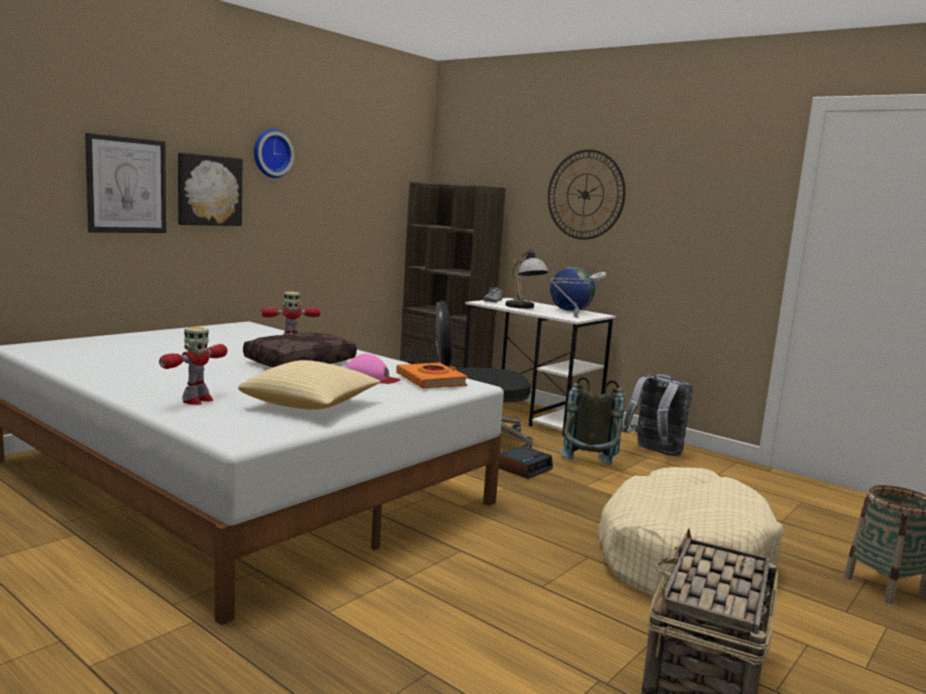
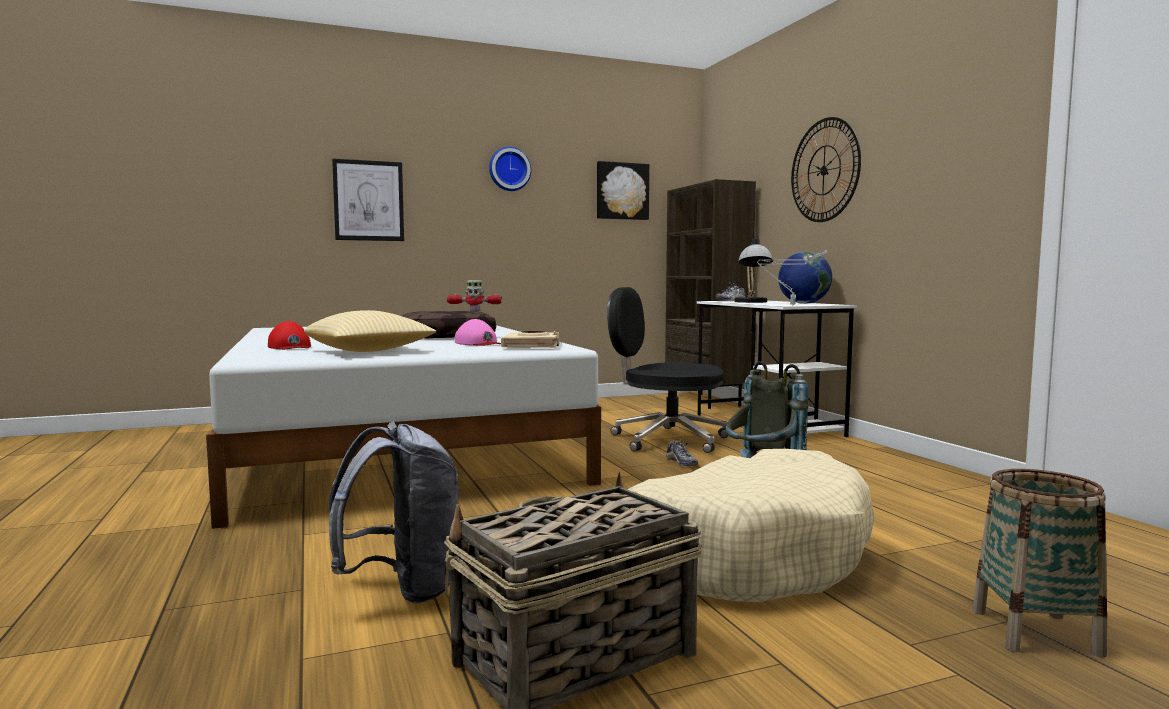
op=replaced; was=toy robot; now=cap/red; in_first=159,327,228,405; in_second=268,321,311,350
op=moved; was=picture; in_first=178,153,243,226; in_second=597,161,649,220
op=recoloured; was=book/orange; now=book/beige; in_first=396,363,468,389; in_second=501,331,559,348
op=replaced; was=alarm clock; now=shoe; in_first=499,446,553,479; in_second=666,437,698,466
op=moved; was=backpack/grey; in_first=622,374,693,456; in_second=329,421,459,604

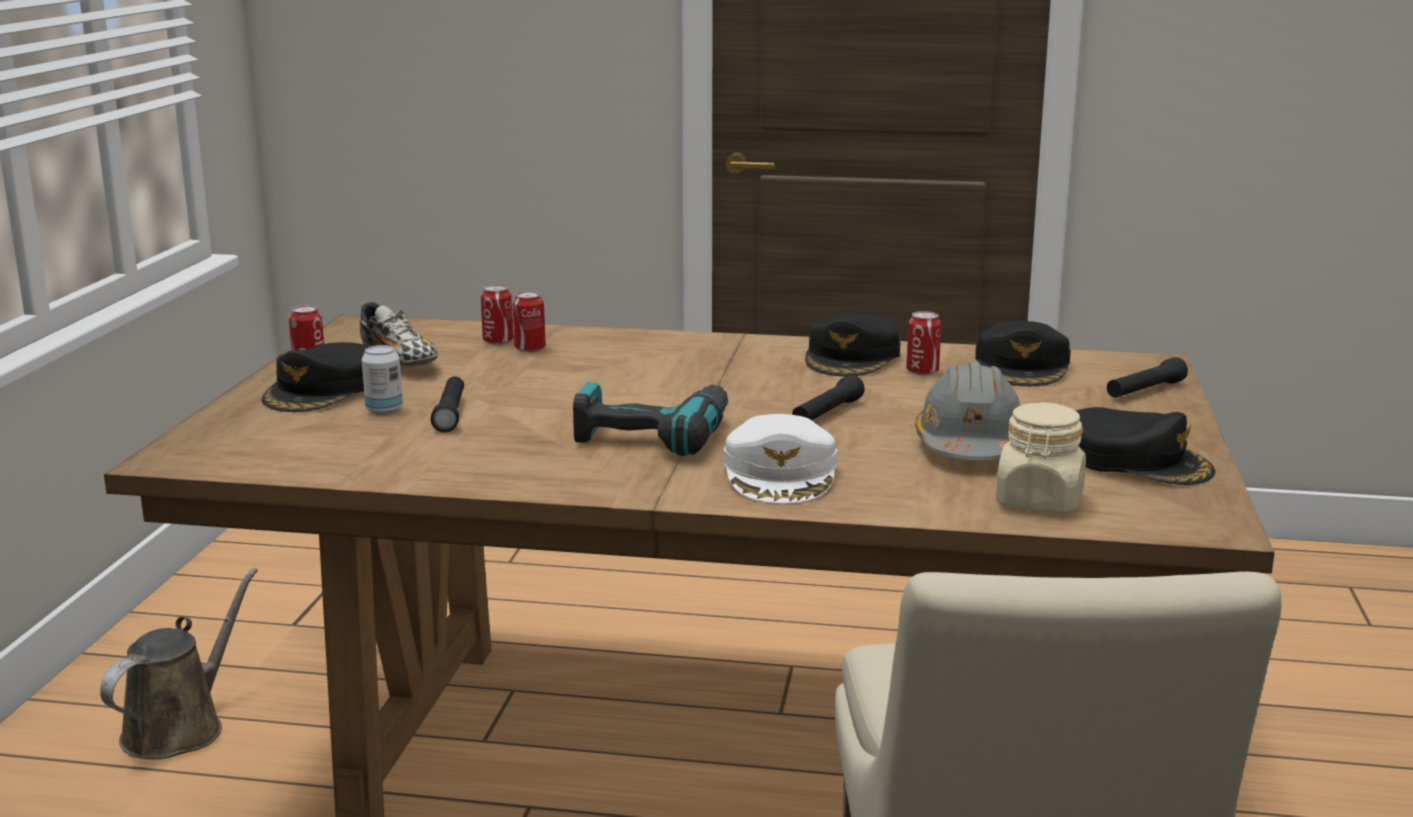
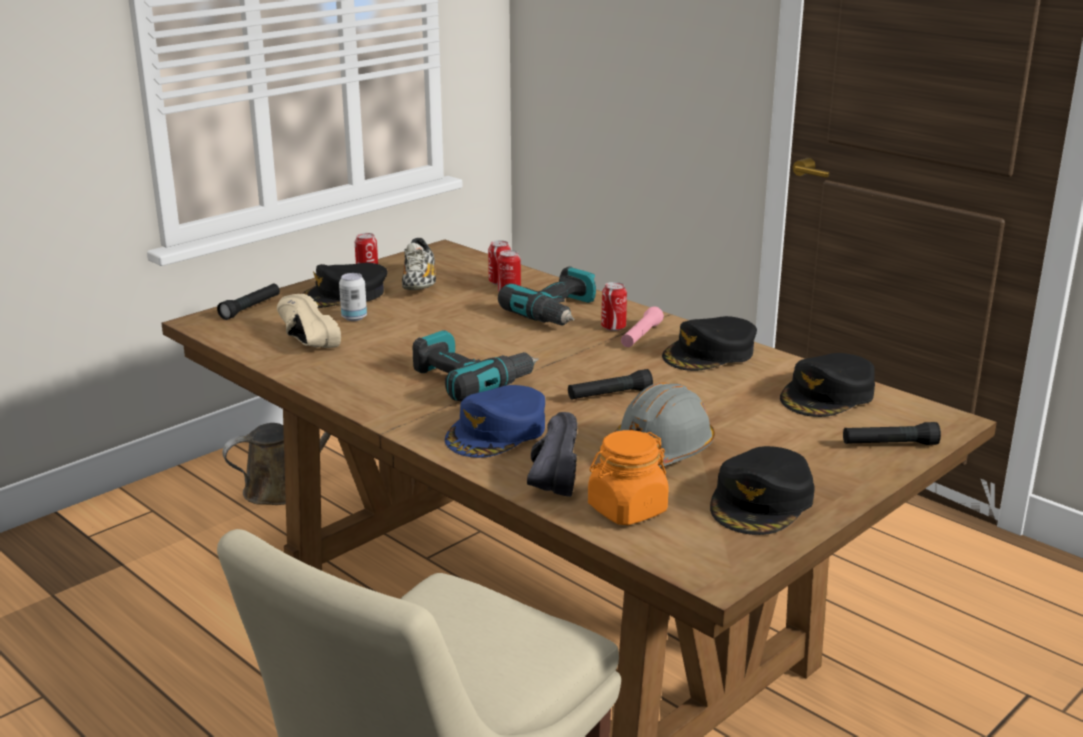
op=moved; was=flashlight/black; in_first=431,377,464,433; in_second=217,283,280,320
op=recoloured; was=cap/white; now=cap/blue; in_first=723,414,837,504; in_second=445,385,545,458
op=moved; was=can; in_first=906,311,941,375; in_second=601,282,627,331
op=recoloured; was=jar/beige; now=jar/orange; in_first=996,402,1086,513; in_second=588,430,669,525
op=turned; was=cap/black; in_first=1076,407,1215,485; in_second=710,446,814,535; clockwise=45
op=added; now=shoe/beige; in_second=277,294,341,348
op=added; now=power drill; in_second=498,266,596,326
op=added; now=shoe/black; in_second=527,412,577,497
op=added; now=flashlight/pink; in_second=621,306,664,347

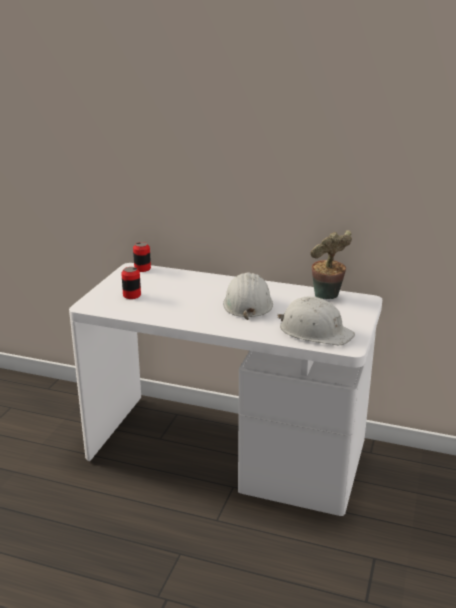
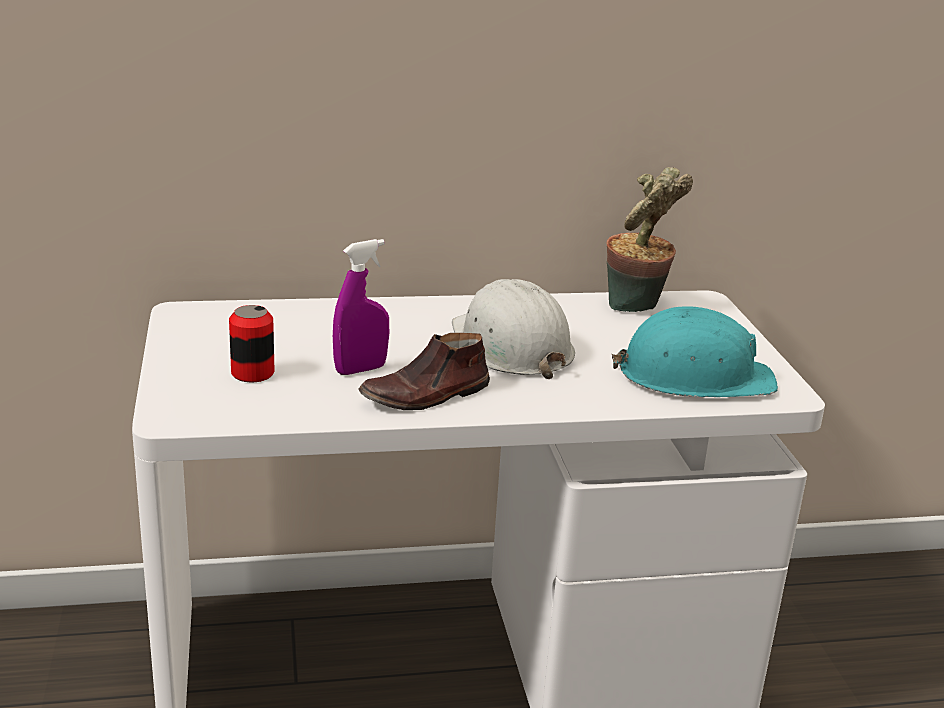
op=removed; was=can; in_first=133,242,151,272
op=recoloured; was=hard hat/white; now=hard hat/turquoise; in_first=278,297,355,345; in_second=612,306,778,397
op=added; now=spray bottle/purple; in_second=333,239,389,375
op=added; now=shoe/brown; in_second=358,333,490,410

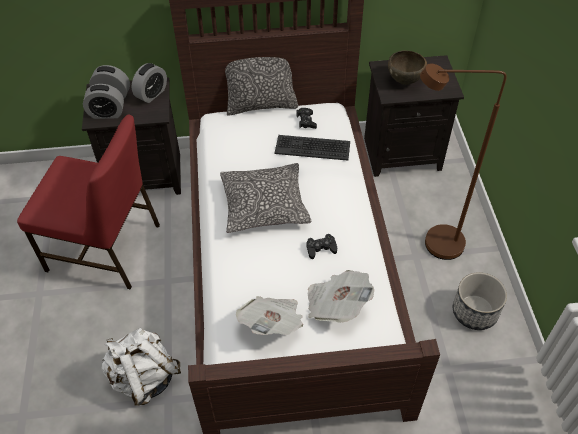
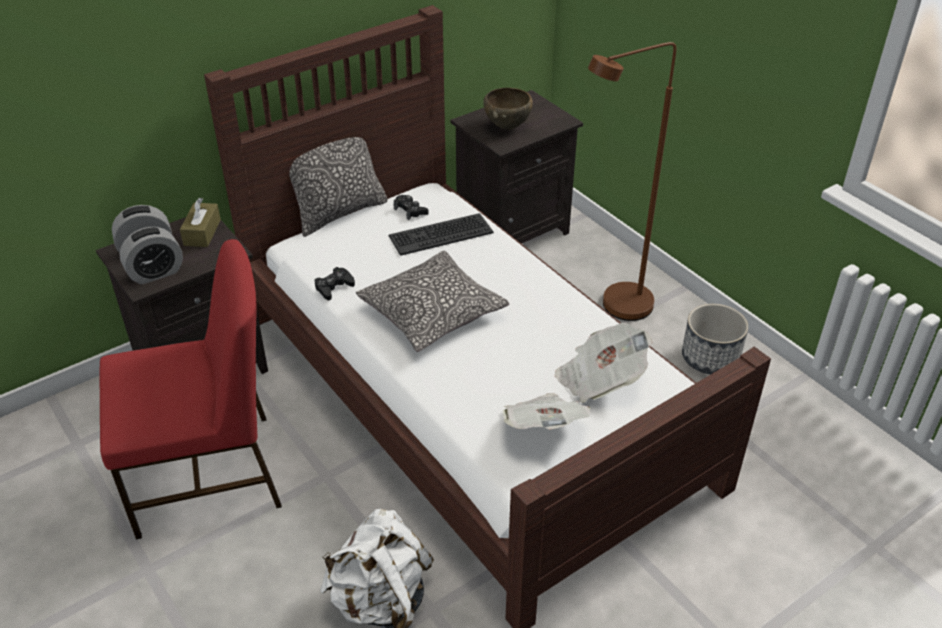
op=replaced; was=alarm clock; now=tissue box/brown; in_first=132,63,167,103; in_second=180,198,221,247
op=moved; was=game controller/black; in_first=306,234,337,259; in_second=314,267,355,300

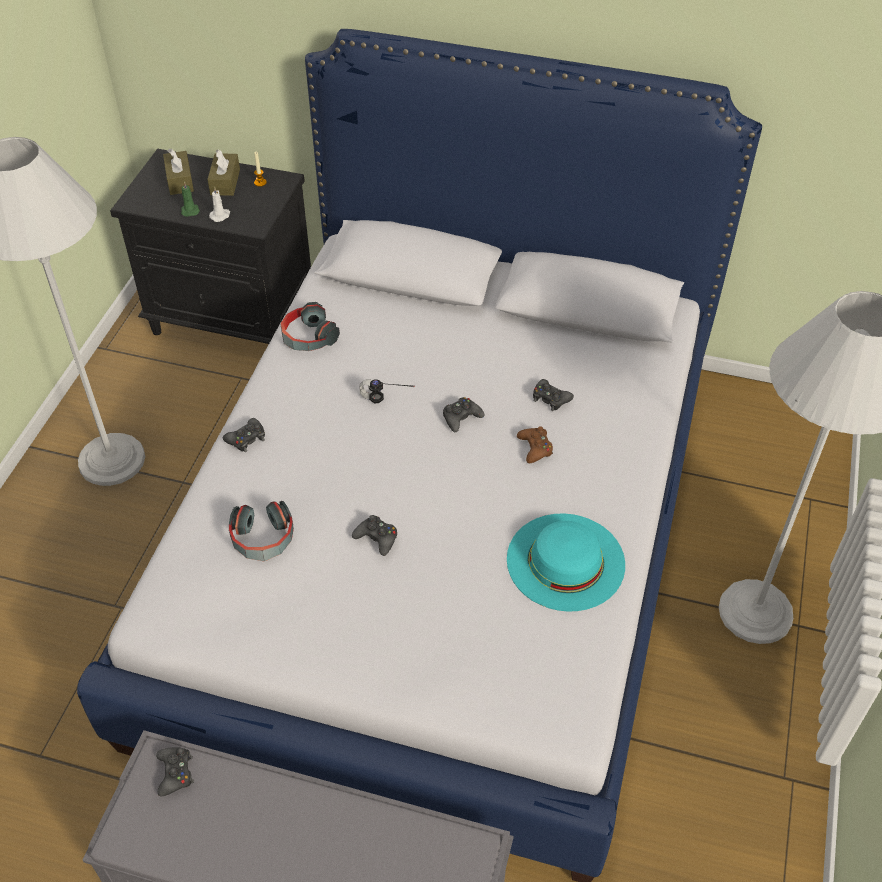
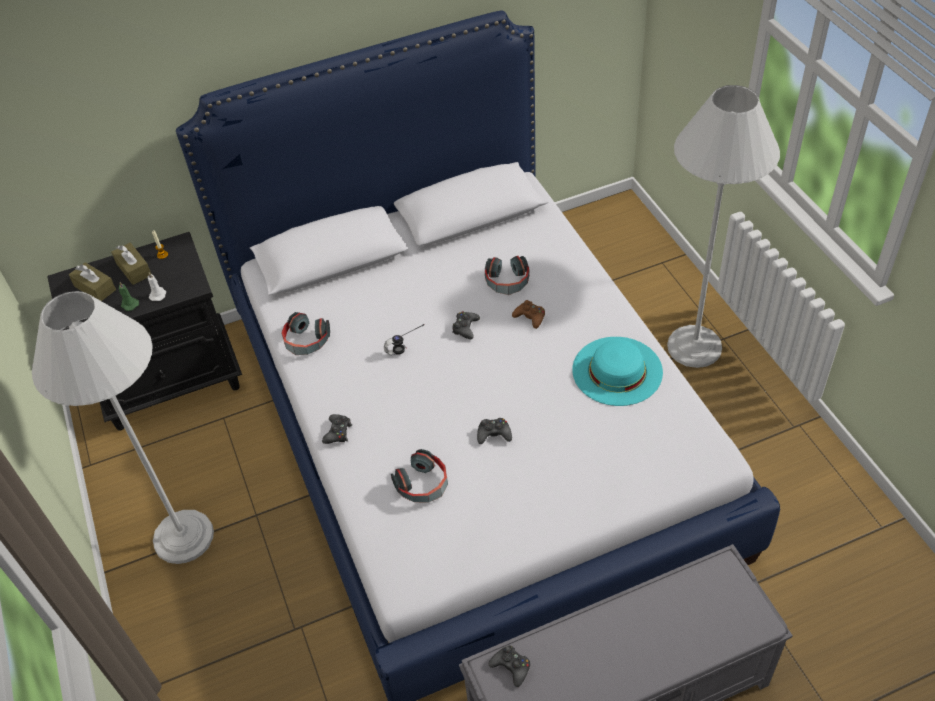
op=replaced; was=game controller/black; now=headphones; in_first=533,379,574,411; in_second=485,256,529,295

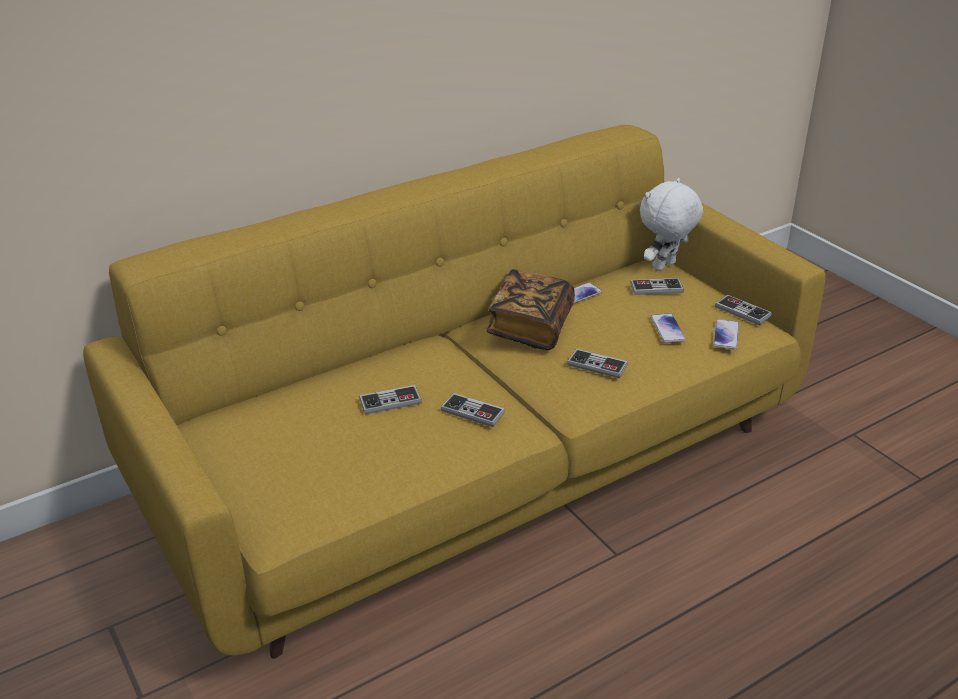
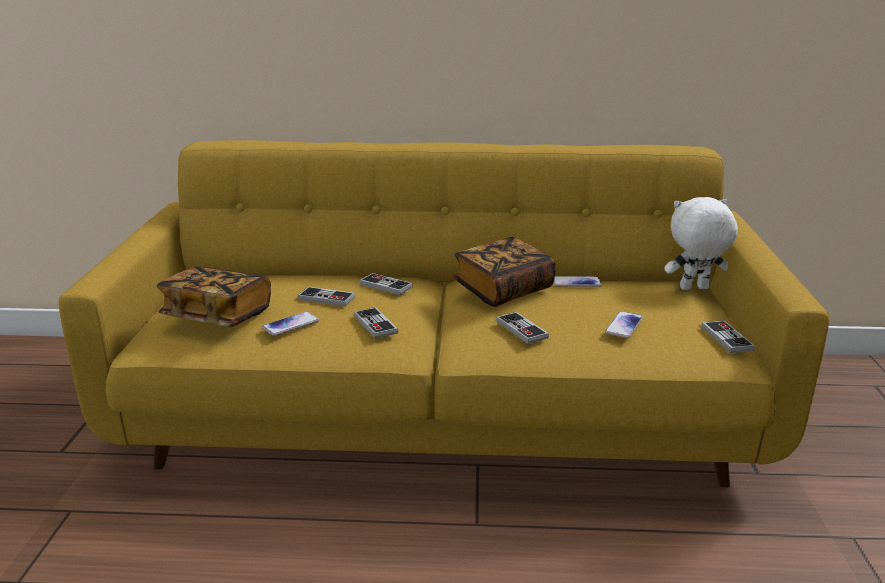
op=moved; was=game controller; in_first=630,278,684,295; in_second=359,273,413,295
op=moved; was=phone; in_first=713,319,739,349; in_second=262,312,319,336
op=added; now=book; in_second=157,266,271,327

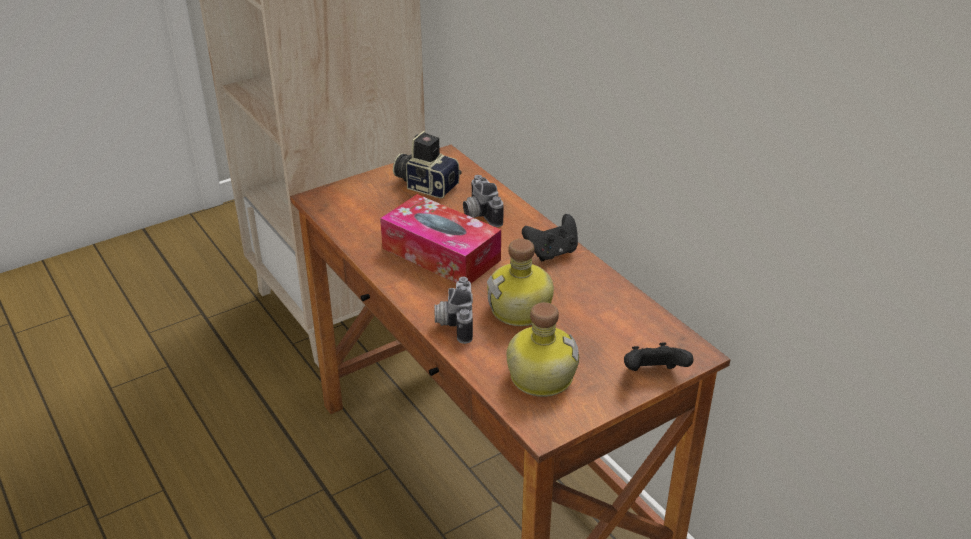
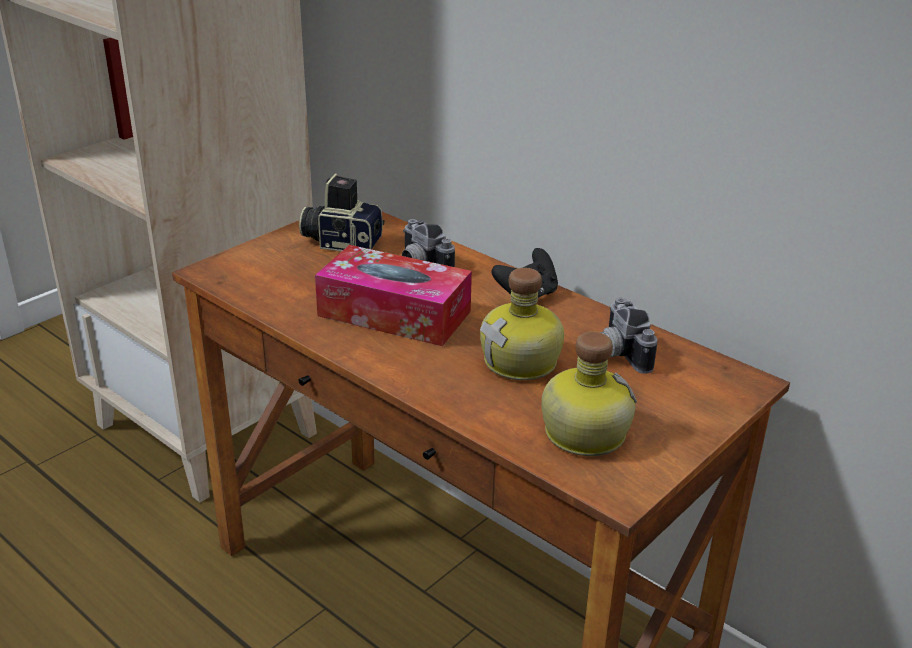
op=moved; was=photo camera; in_first=435,277,473,344; in_second=600,297,657,374
op=removed; was=game controller/black; in_first=624,342,693,371

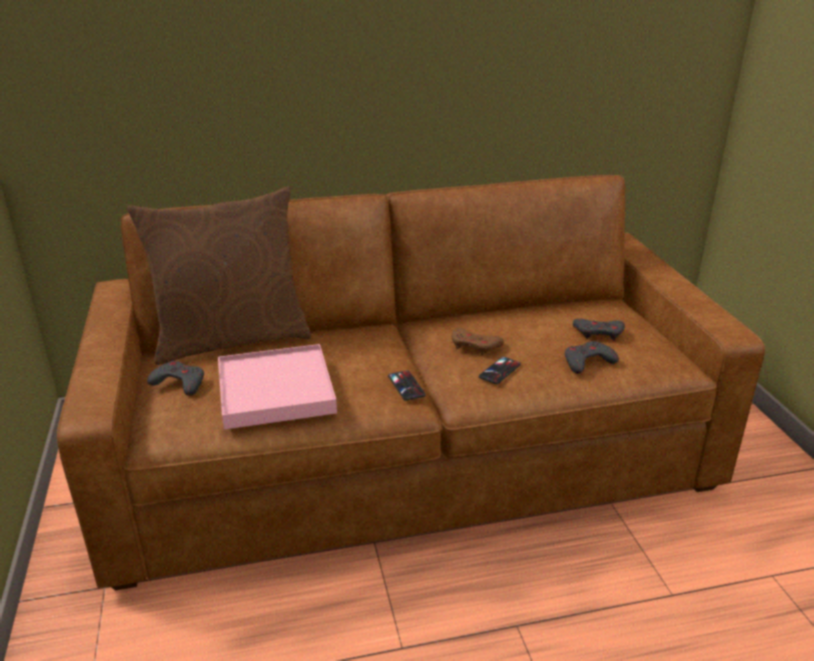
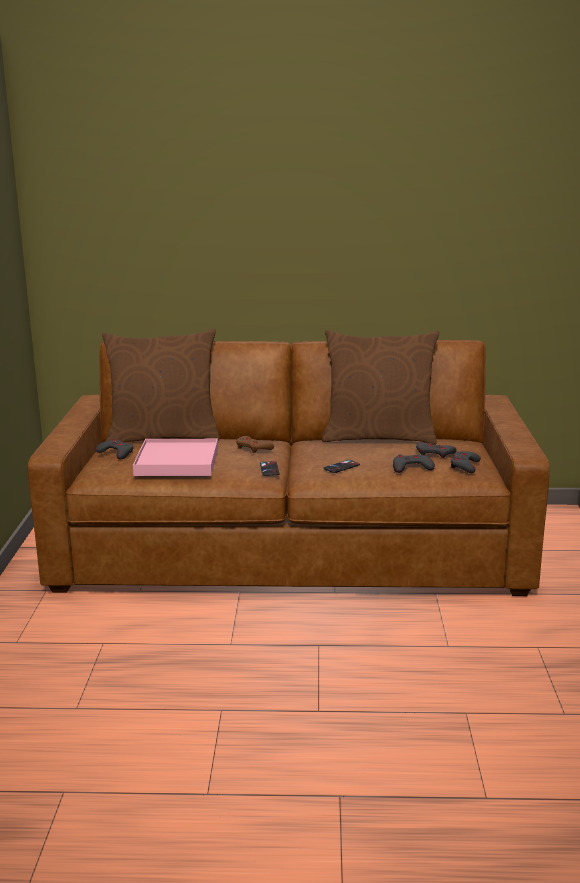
op=moved; was=game controller/brown; in_first=452,328,504,355; in_second=236,436,274,453
op=added; now=pillow/brown; in_second=322,330,439,445
op=added; now=game controller/grey; in_second=451,451,481,473

